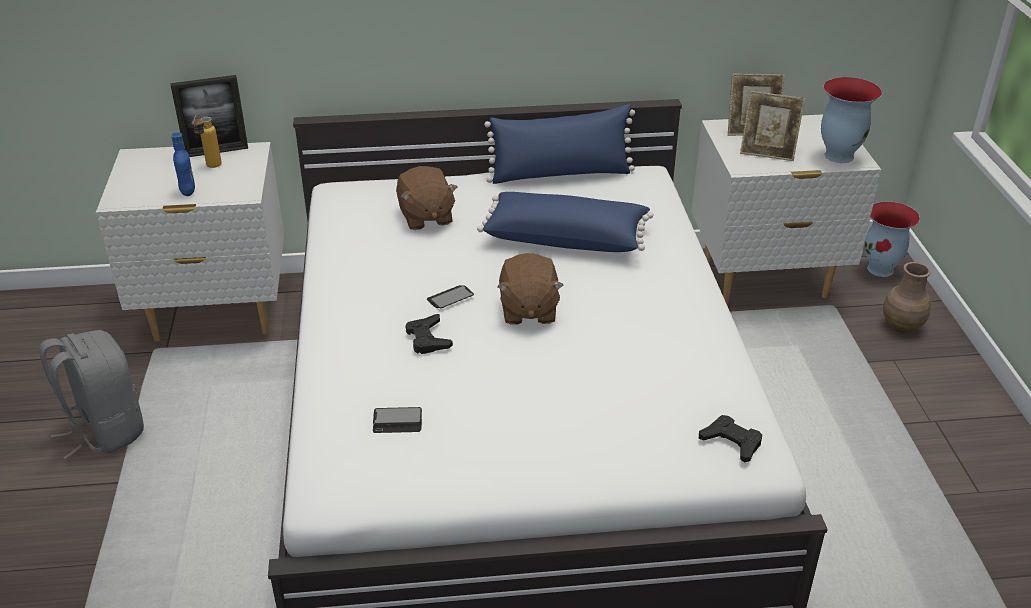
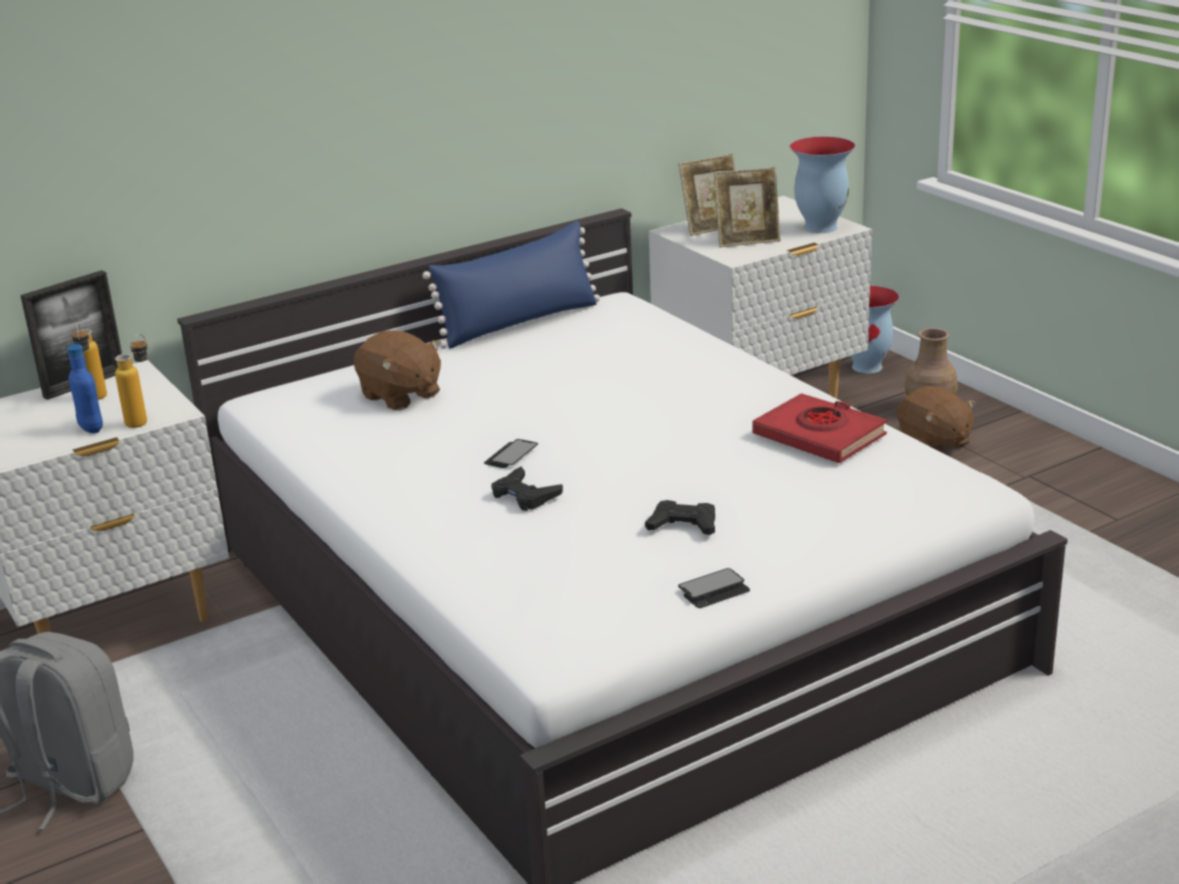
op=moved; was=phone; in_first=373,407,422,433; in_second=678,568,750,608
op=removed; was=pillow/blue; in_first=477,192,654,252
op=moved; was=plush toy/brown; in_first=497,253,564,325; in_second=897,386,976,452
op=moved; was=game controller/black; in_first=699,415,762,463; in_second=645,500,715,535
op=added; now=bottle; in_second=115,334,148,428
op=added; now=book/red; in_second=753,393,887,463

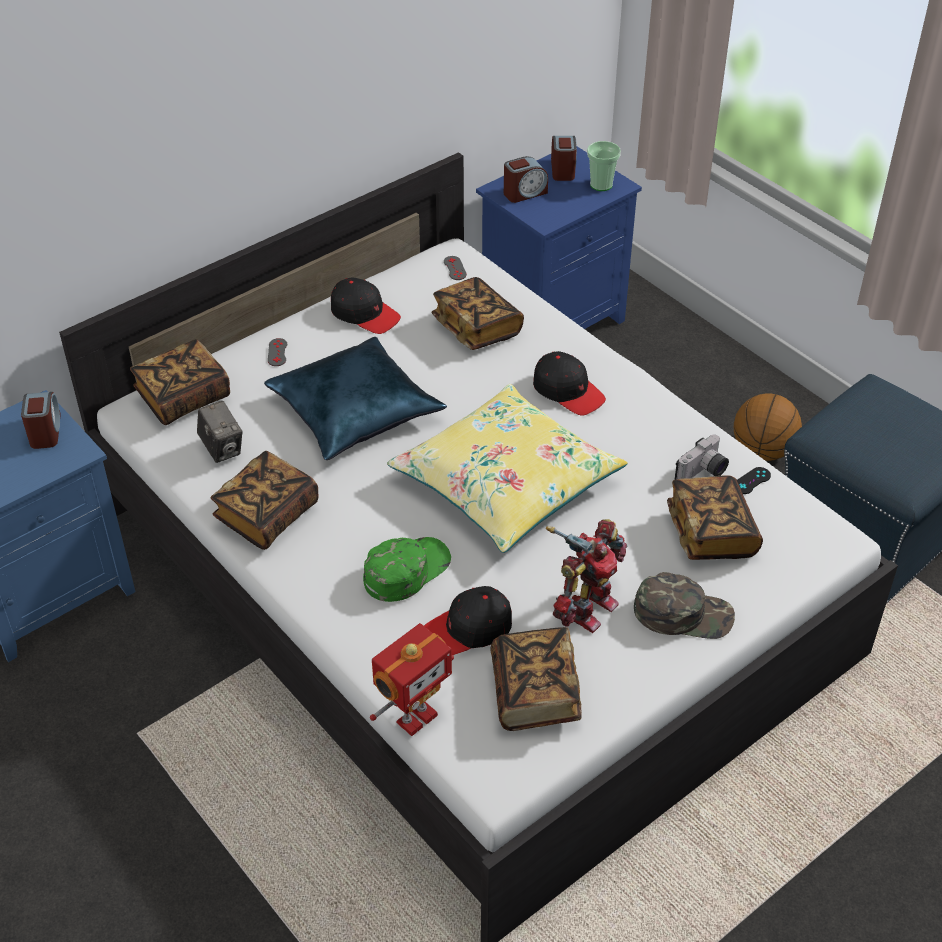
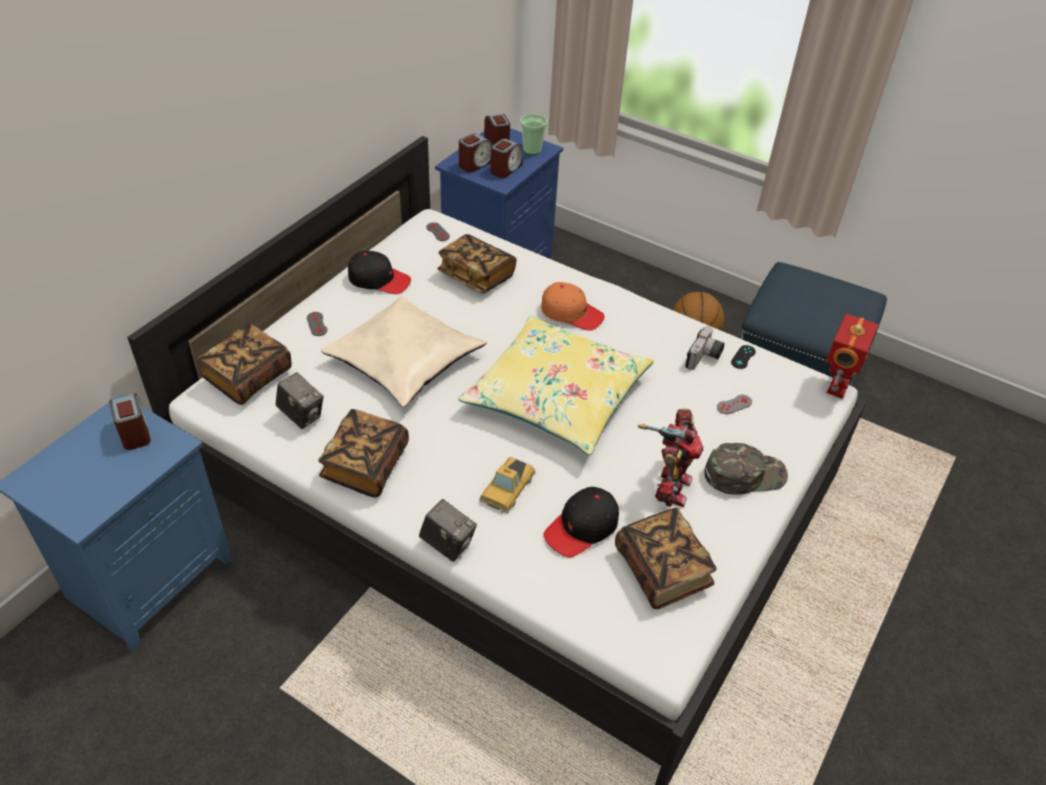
op=recoloured; was=pillow/blue; now=pillow/beige; in_first=264,337,447,460; in_second=321,296,487,407
op=replaced; was=cap/green; now=toy car; in_first=363,537,451,602; in_second=479,457,536,513
op=moved; was=toy robot; in_first=370,623,454,736; in_second=826,314,878,399
op=recoloured; was=cap/black; now=cap/orange; in_first=533,351,606,416; in_second=541,282,604,331
op=replaced; was=book; now=game controller/grey; in_first=667,475,763,560; in_second=717,395,752,414
op=added; now=photo camera; in_second=419,499,477,562
op=added; now=alarm clock; in_second=491,138,523,178

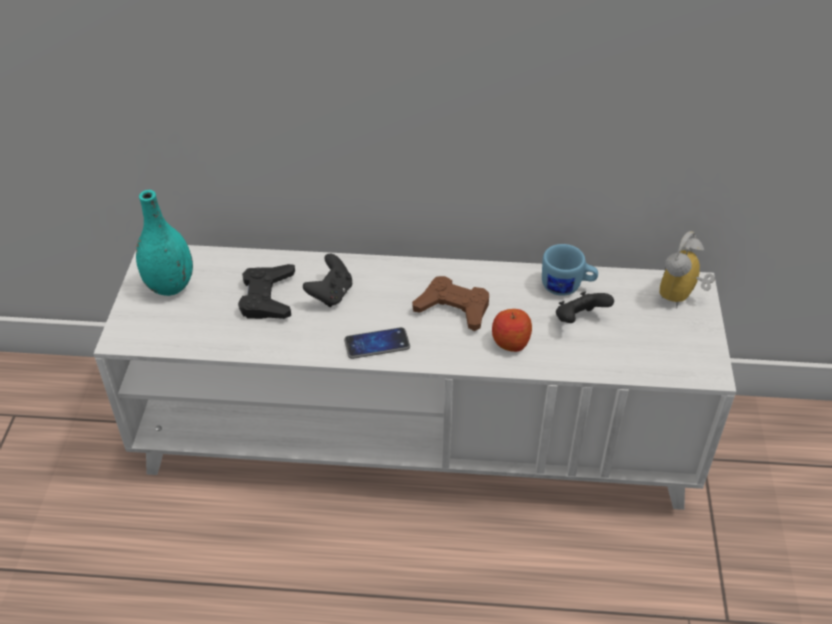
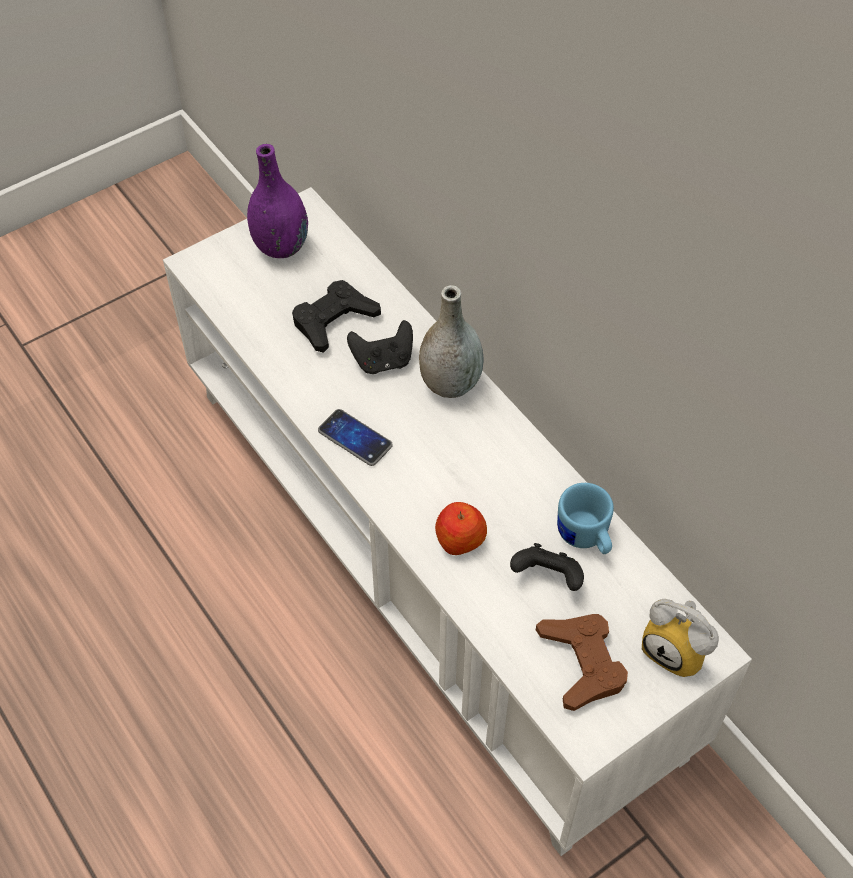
op=recoloured; was=vase/turquoise; now=vase/purple; in_first=136,190,193,296; in_second=247,144,308,258
op=moved; was=game controller/brown; in_first=412,276,489,331; in_second=536,614,628,711
op=turned; was=alarm clock; in_first=660,231,715,309; in_second=642,599,719,677; clockwise=-135
op=added; now=vase/grey; in_second=419,285,484,398

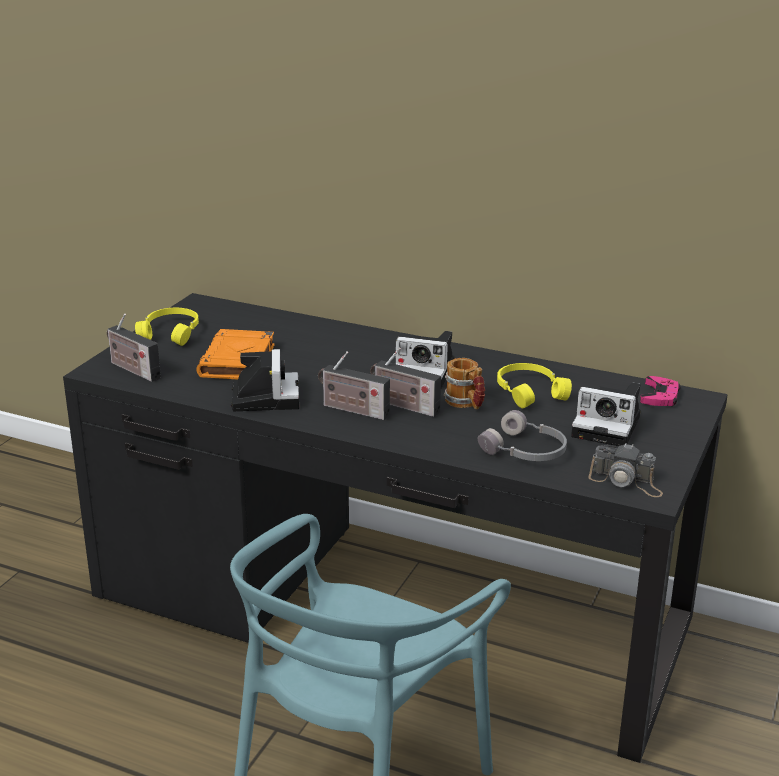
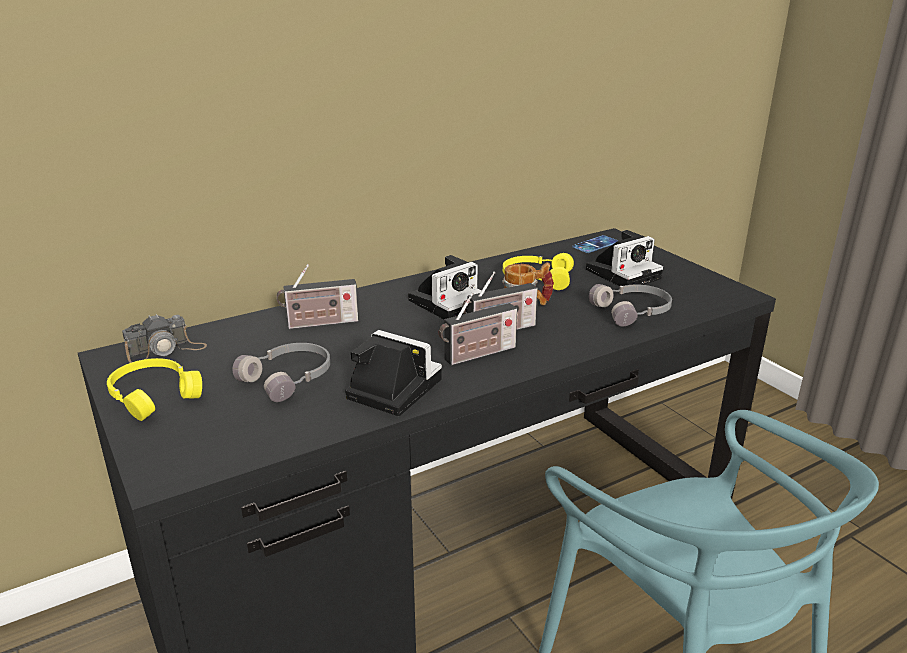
op=moved; was=radio; in_first=107,313,161,382; in_second=276,264,359,329
op=replaced; was=book/orange; now=headphones/grey; in_first=196,329,275,380; in_second=232,343,330,402
op=moved; was=photo camera; in_first=588,443,663,497; in_second=122,314,207,363
op=replaced; was=game controller/pink; now=phone; in_first=640,376,681,406; in_second=572,235,618,253

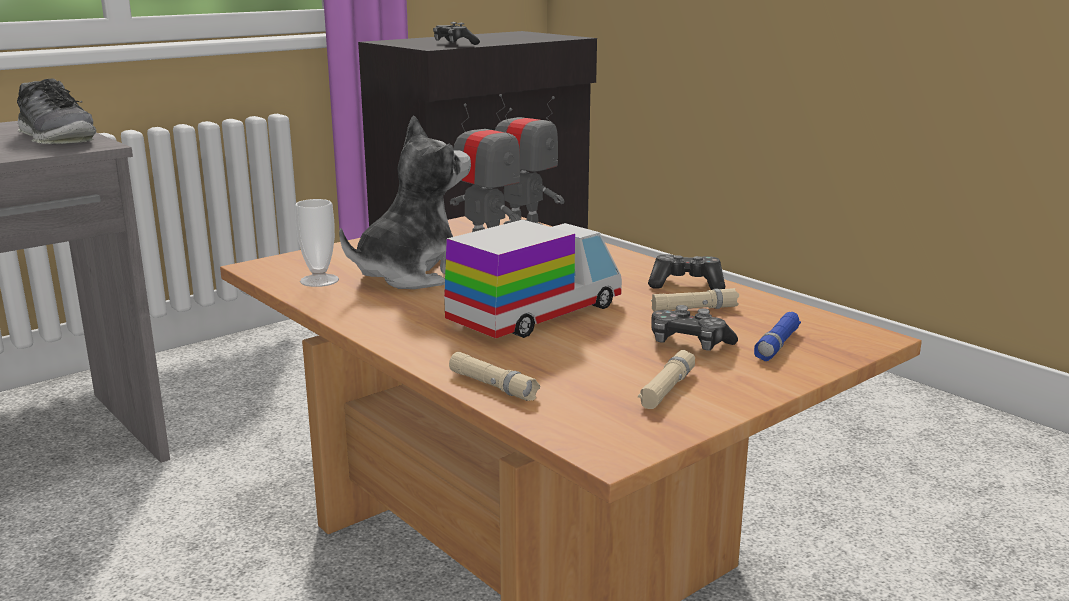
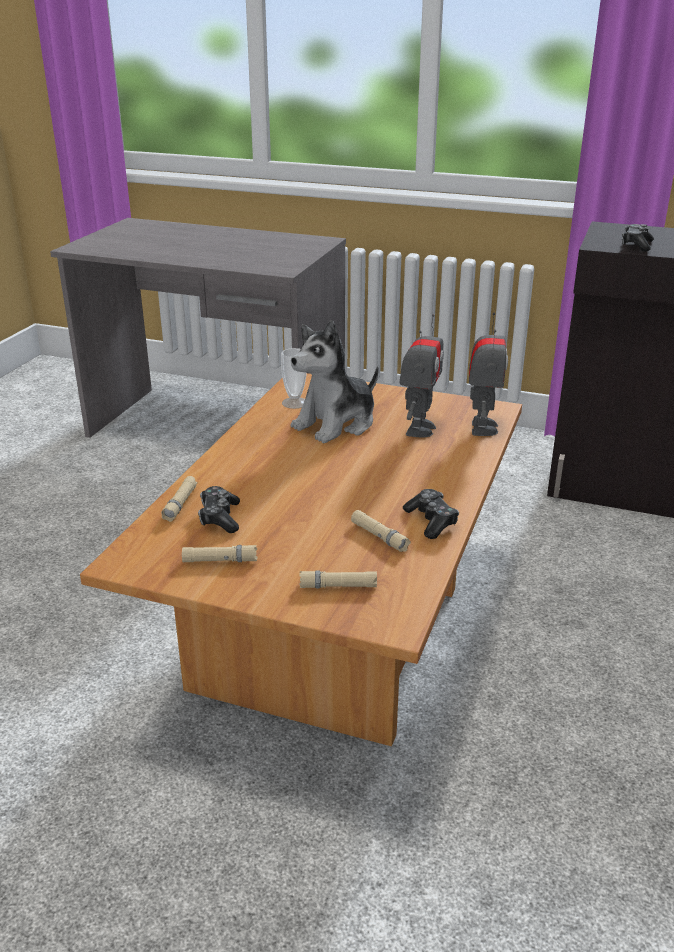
op=removed; was=shoe; in_first=17,78,96,144
op=turned; was=plush toy; in_first=339,115,471,289; in_second=291,320,378,443; clockwise=120
op=removed; was=toy truck; in_first=444,220,622,339
op=moved; was=game controller; in_first=651,305,738,350; in_second=198,486,240,533
op=recoloured; was=flashlight/blue; now=flashlight/beige; in_first=754,312,801,361; in_second=299,570,377,589

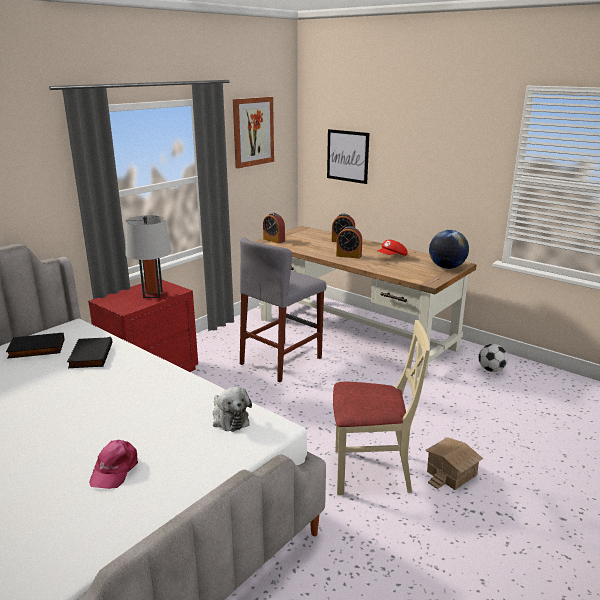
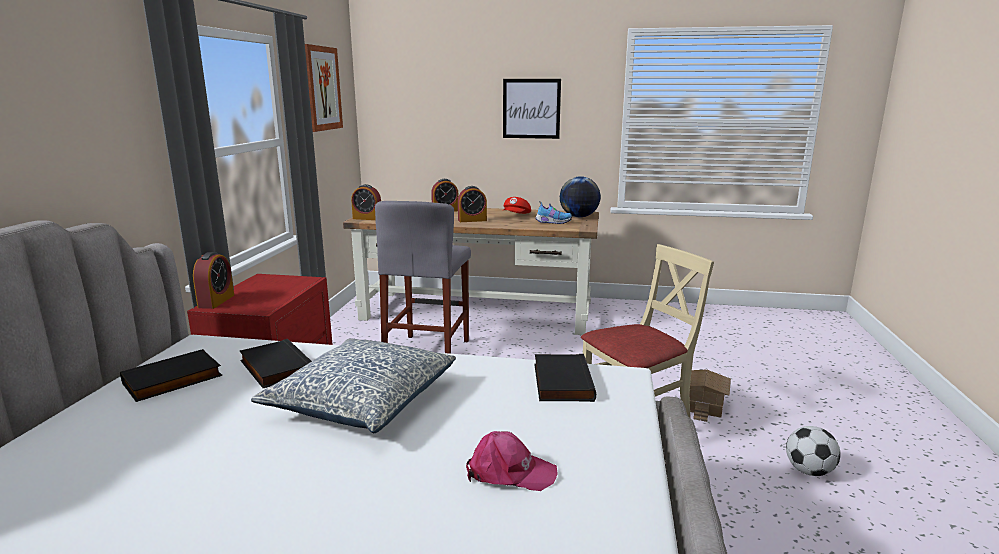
op=turned; was=cap/pink; in_first=89,440,138,489; in_second=466,431,558,491; clockwise=-60
op=removed; was=table lamp/grey; in_first=125,215,172,298
op=replaced; was=plush toy; now=book/black; in_first=213,387,252,432; in_second=534,354,596,402
op=moved; was=picture; in_first=327,129,369,184; in_second=503,79,561,139
op=moved; was=football; in_first=479,344,508,372; in_second=786,426,841,476
op=added; now=alarm clock; in_second=193,252,234,309
op=added; now=pillow; in_second=251,338,456,433
op=added; now=shoe; in_second=535,201,572,224

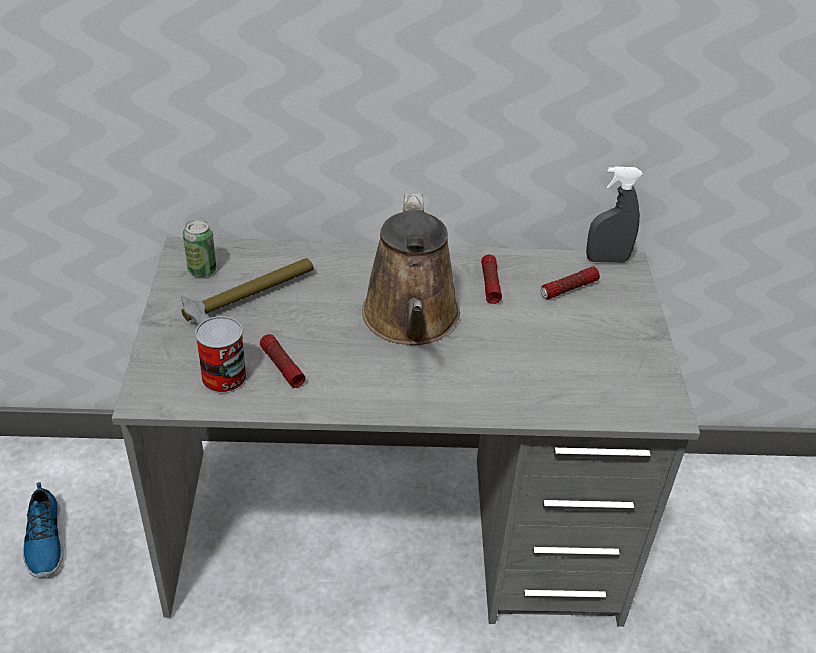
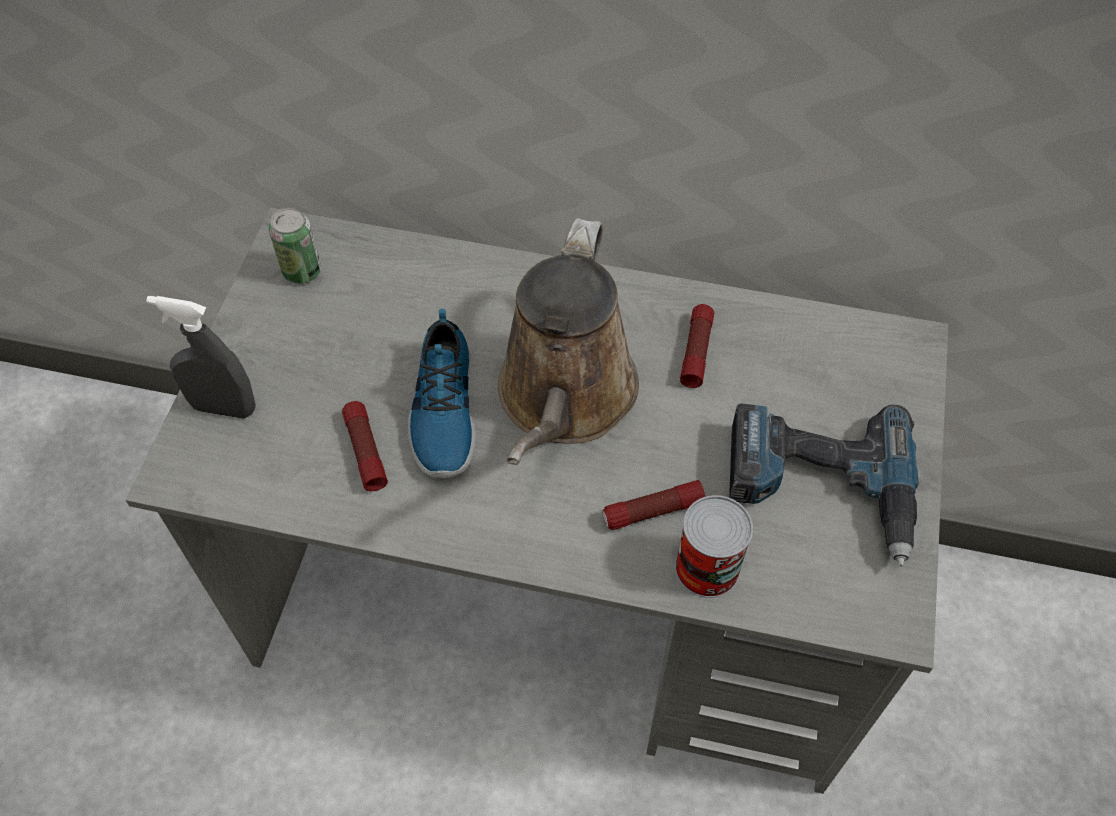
op=moved; was=shoe; in_first=23,482,64,578; in_second=408,309,476,478
op=removed; was=hammer; in_first=181,258,314,327
op=moved; was=can; in_first=195,316,247,393; in_second=675,495,753,598
op=moved; was=flashlight; in_first=541,266,600,299; in_second=603,480,705,530
op=moved; was=spray bottle/grey; in_first=586,166,643,263; in_second=147,296,256,419
op=added; now=power drill; in_second=729,403,919,566

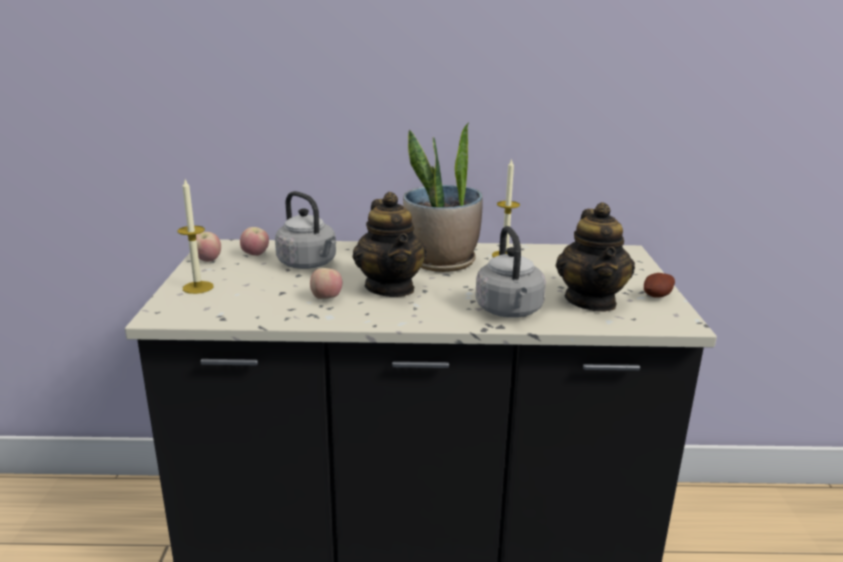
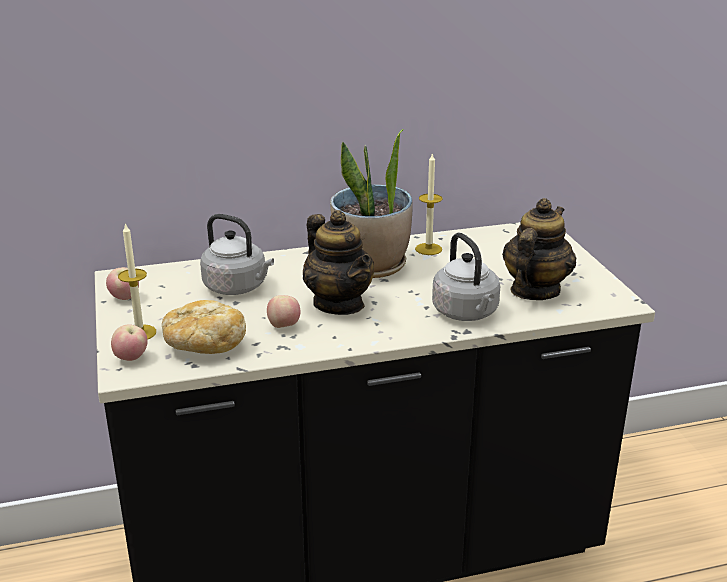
op=moved; was=apple; in_first=240,227,269,256; in_second=111,324,148,361
op=turned; was=teapot; in_first=556,202,635,312; in_second=502,198,576,300; clockwise=-135
op=removed; was=potato; in_first=644,273,675,298
op=added; now=bread; in_second=162,300,246,354

